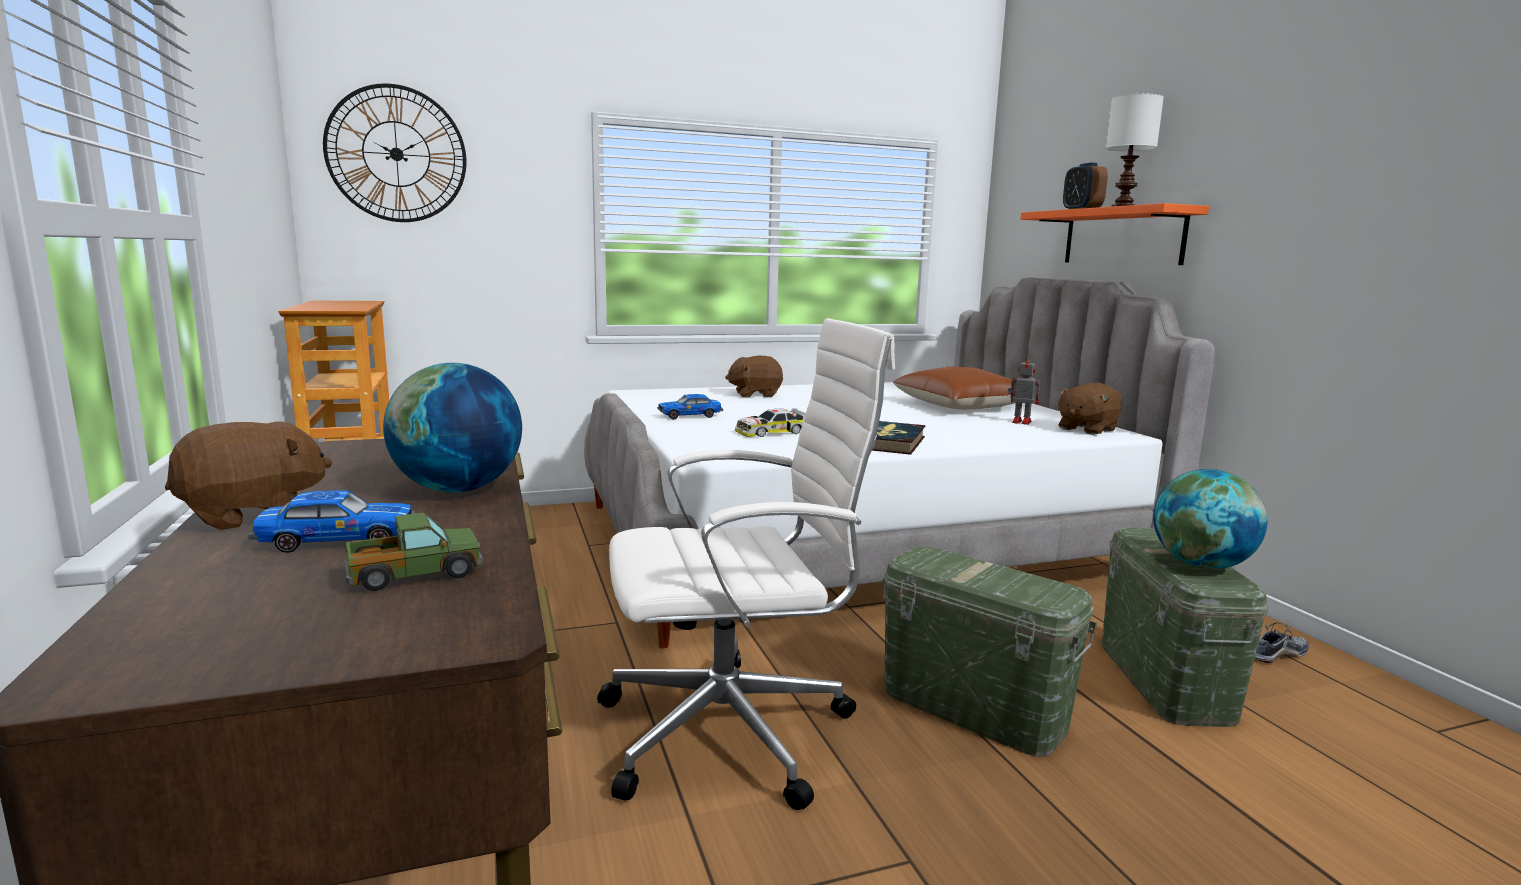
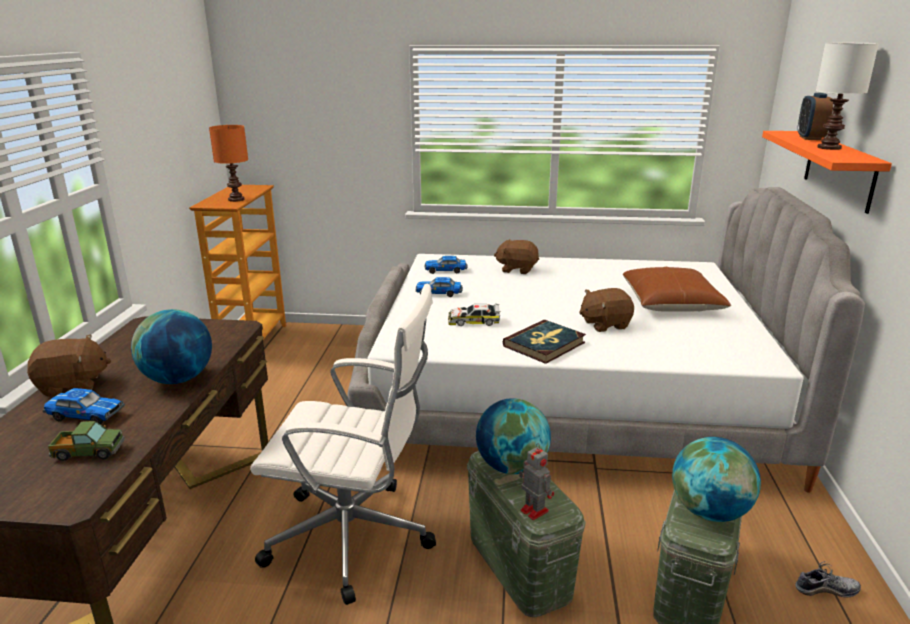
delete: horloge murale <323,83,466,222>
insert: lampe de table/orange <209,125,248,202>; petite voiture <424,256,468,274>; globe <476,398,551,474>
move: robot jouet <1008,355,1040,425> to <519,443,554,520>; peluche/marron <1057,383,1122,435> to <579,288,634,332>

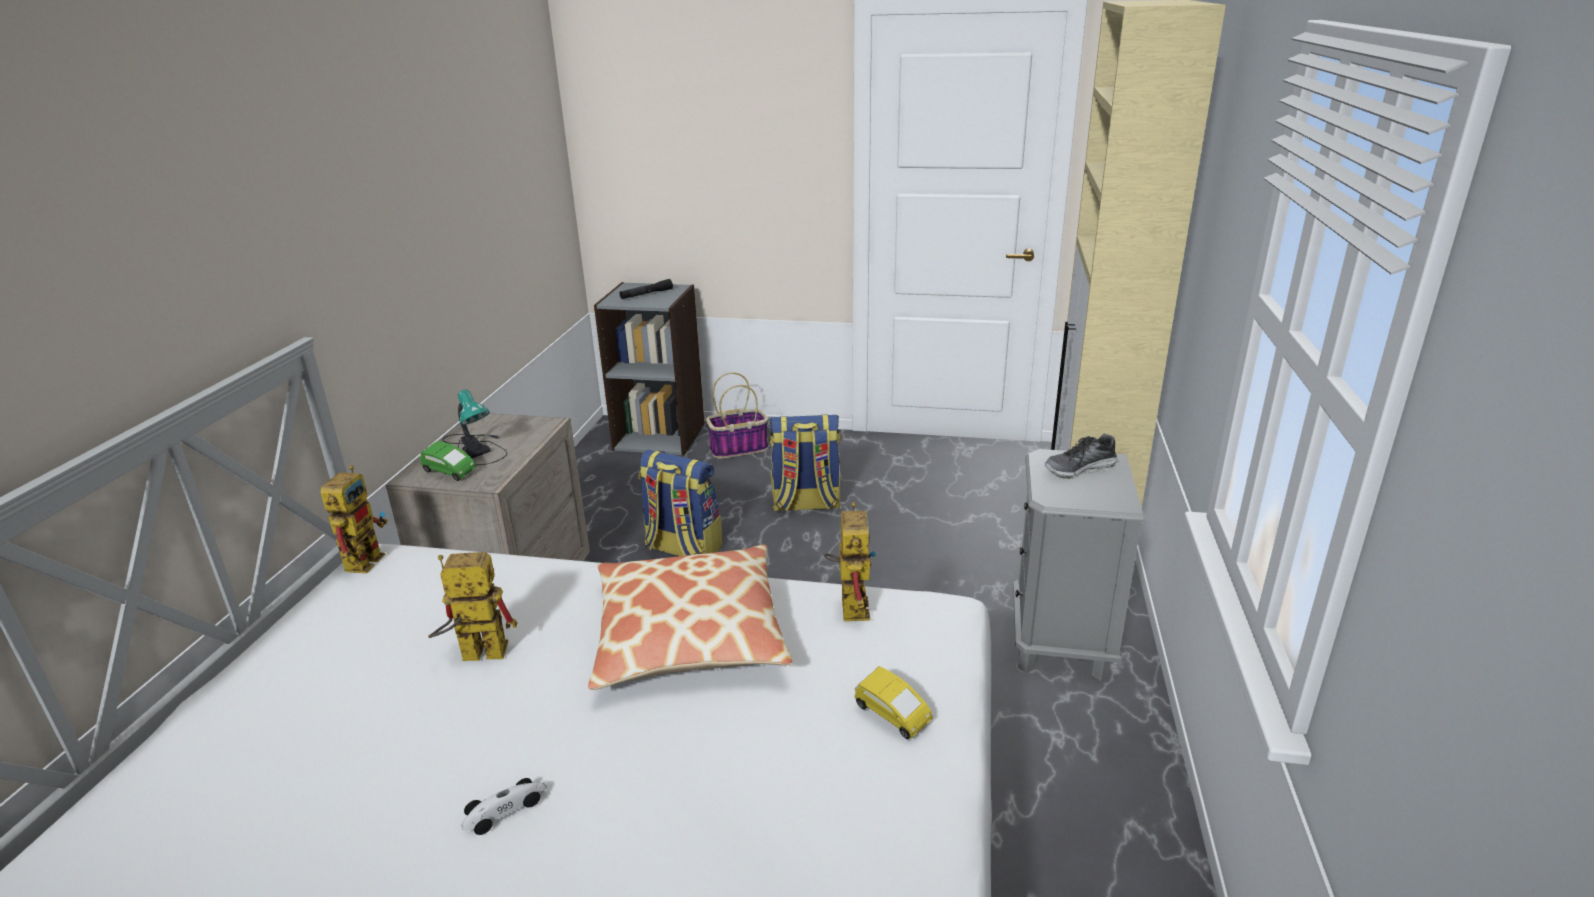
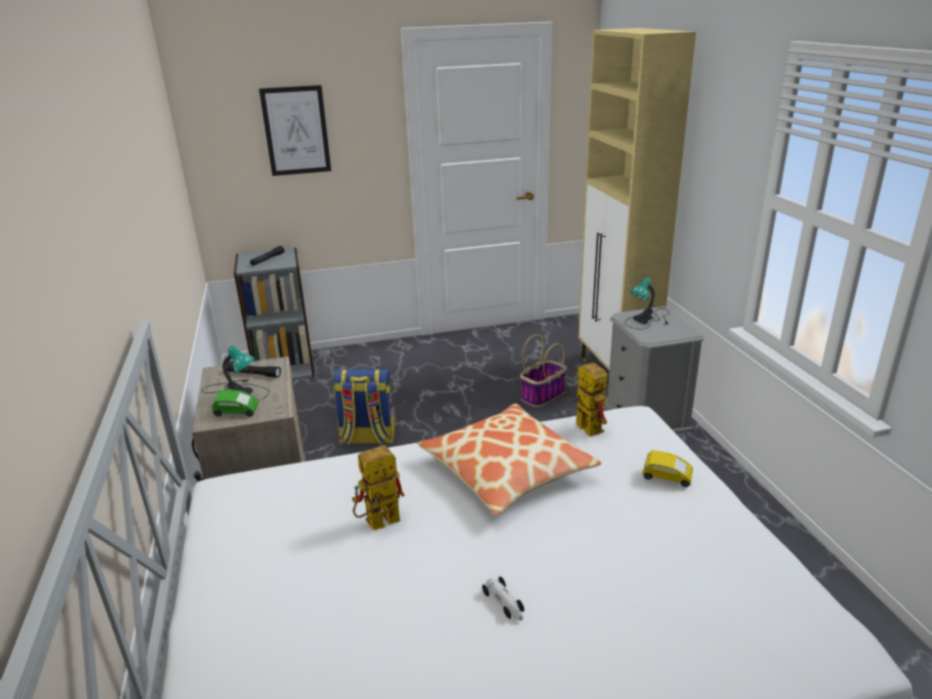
delete: robot jouet <321,465,387,573>; sac à dos <769,414,841,511>
insert: lampe de poche/noir <227,363,281,378>; tableau <259,85,331,176>
move: panier <706,372,768,459> to <520,334,567,407>
replace: chaussure <1045,434,1118,479> to lampe de table <625,277,669,330>
rotate: petite voiture <461,778,547,835> = <482,576,524,621> 120 degrees clockwise

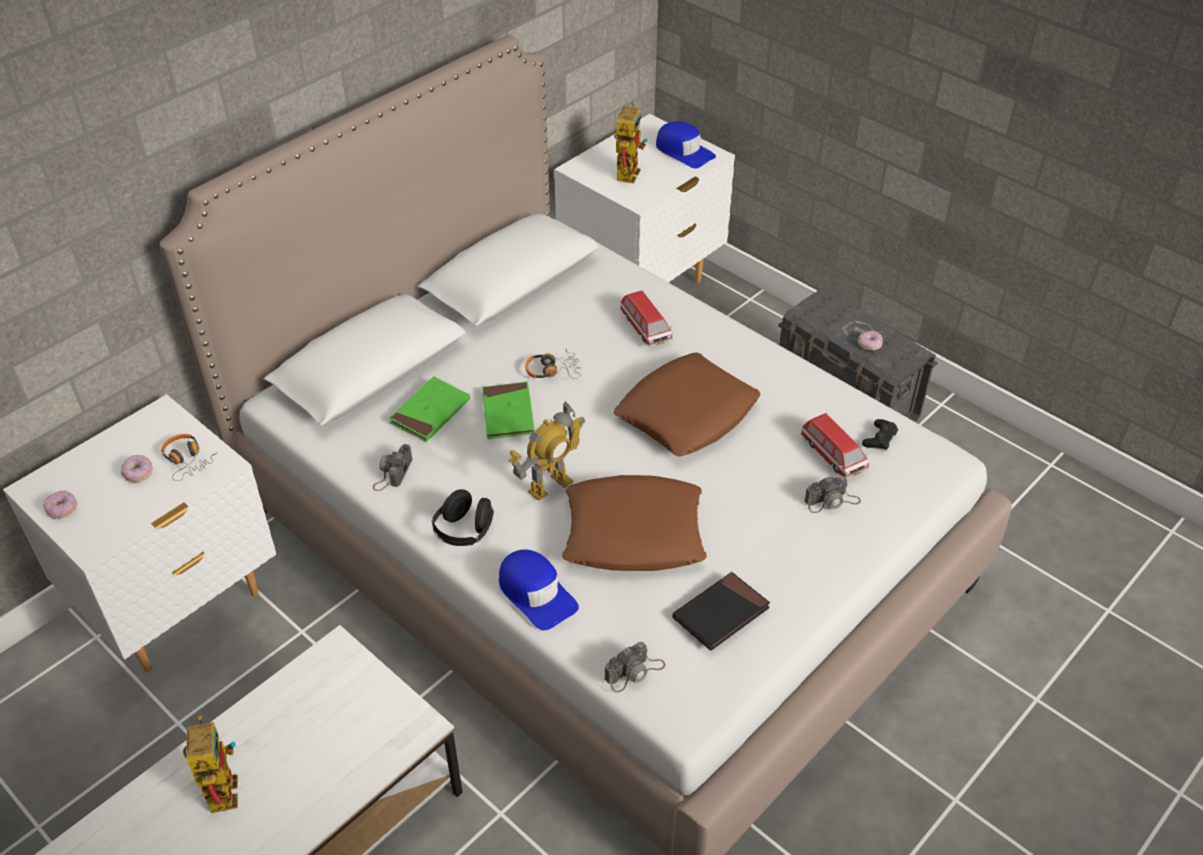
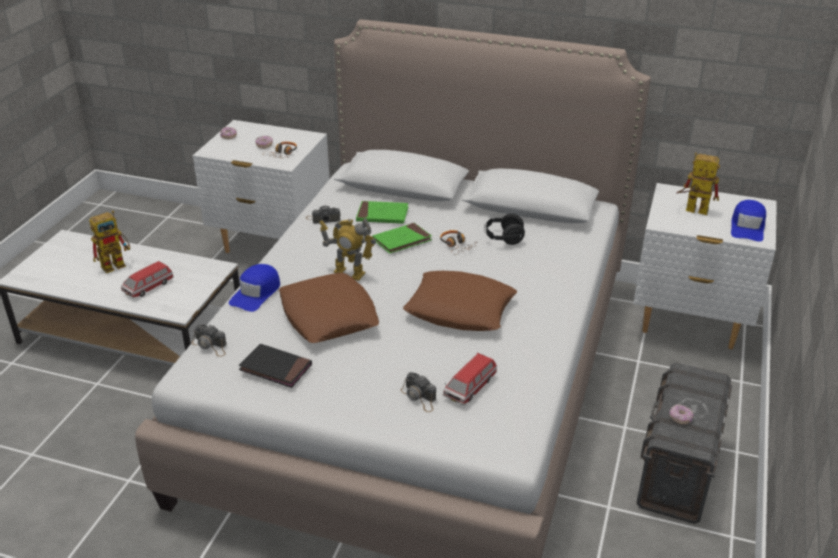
delete: manette/noir <862,419,898,451>
move: casque audio/noir <432,489,494,546> to <484,213,525,245>; petite voiture <620,290,673,347> to <121,261,174,298>
rotate: robot jouet <614,101,648,184> = <676,152,720,215> 150 degrees counterclockwise

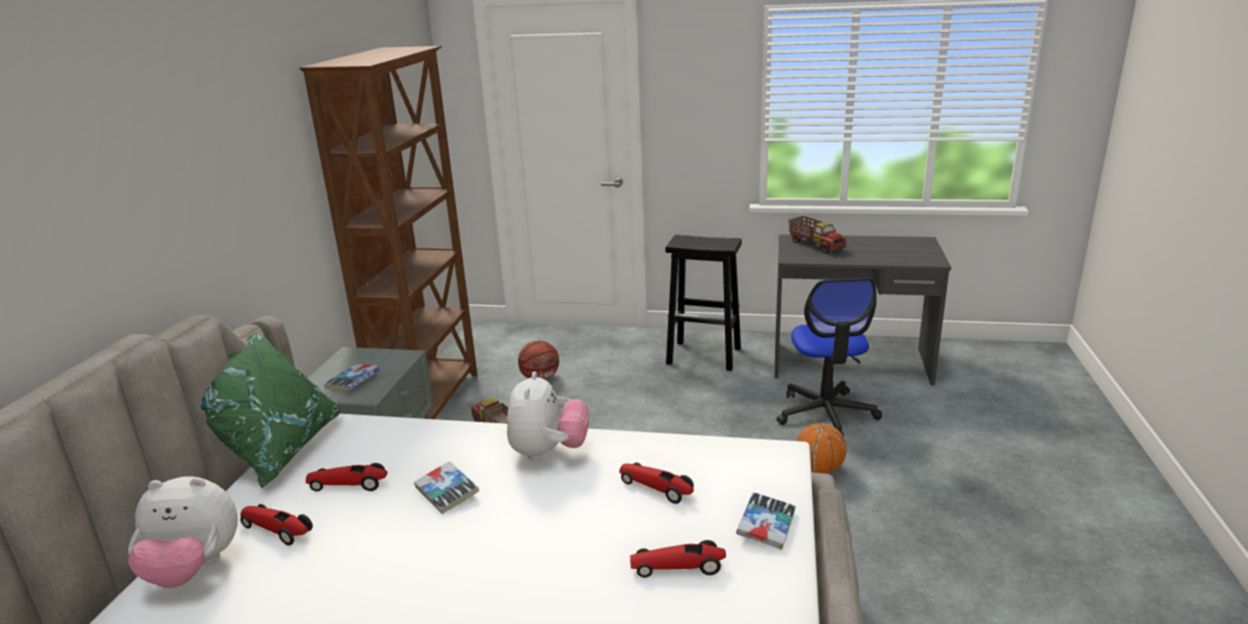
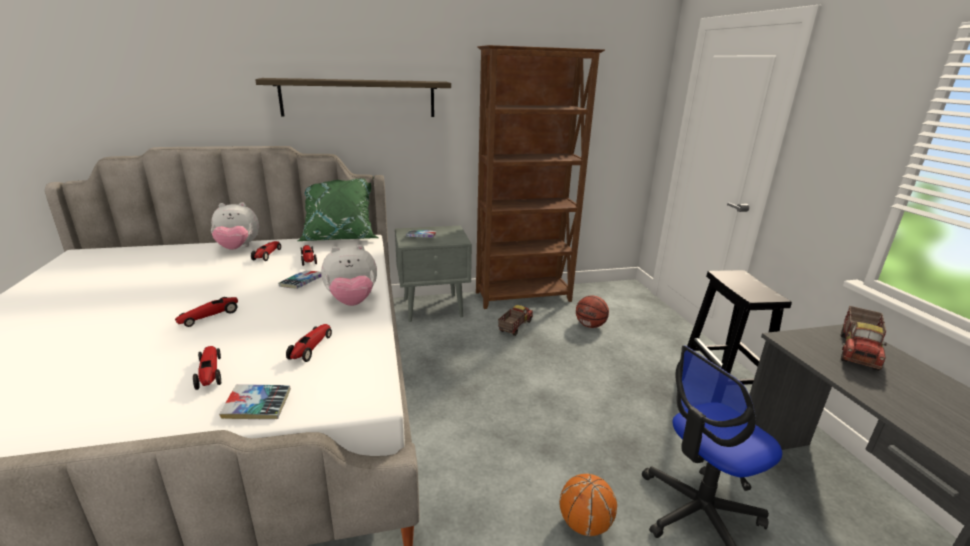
insert: petite voiture <175,297,238,327>; étagère <255,78,451,117>
rotate: peluche <128,476,238,588> = <211,202,259,250> 75 degrees counterclockwise

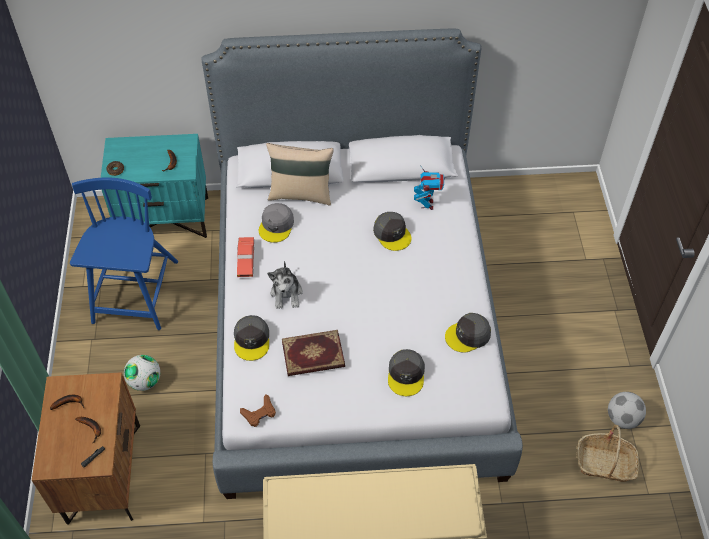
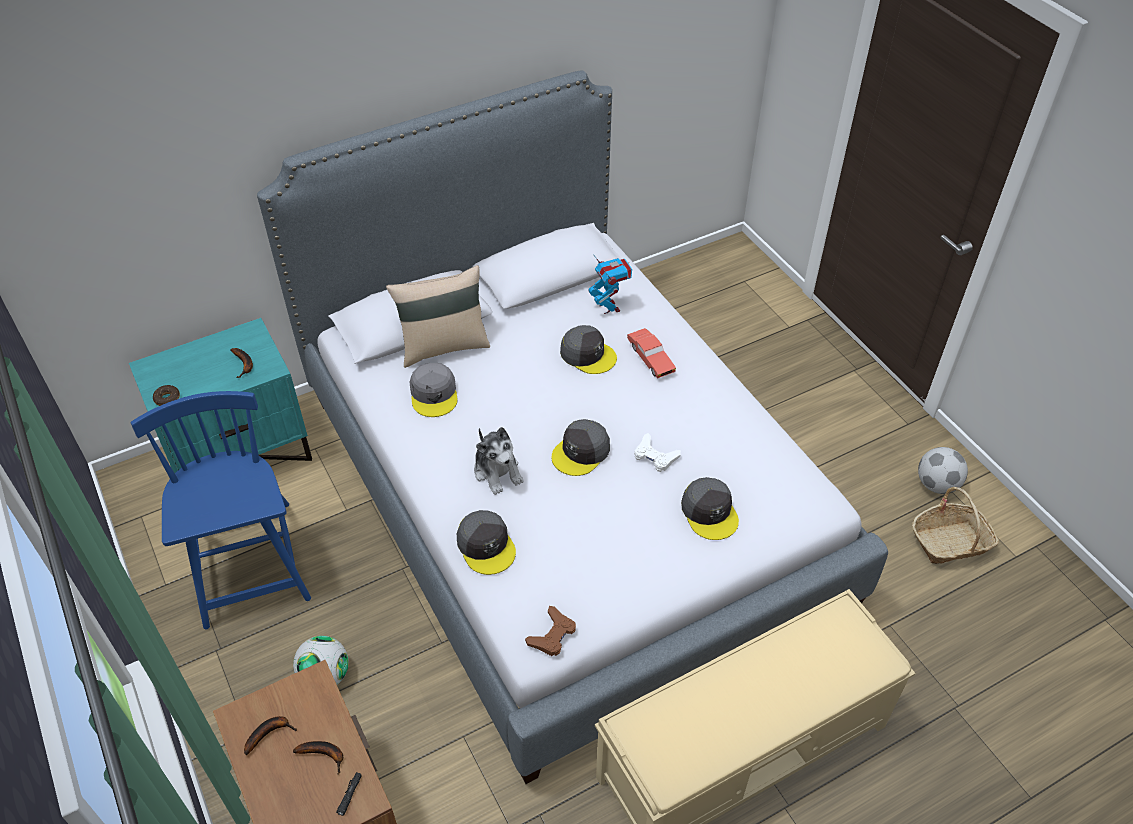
delete: livre <282,330,345,376>
insert: manette/blanc <634,433,681,472>
move: petite voiture/rouge <237,237,254,277> to <627,328,676,378>; casquette/gris <445,313,491,353> to <552,419,610,476>

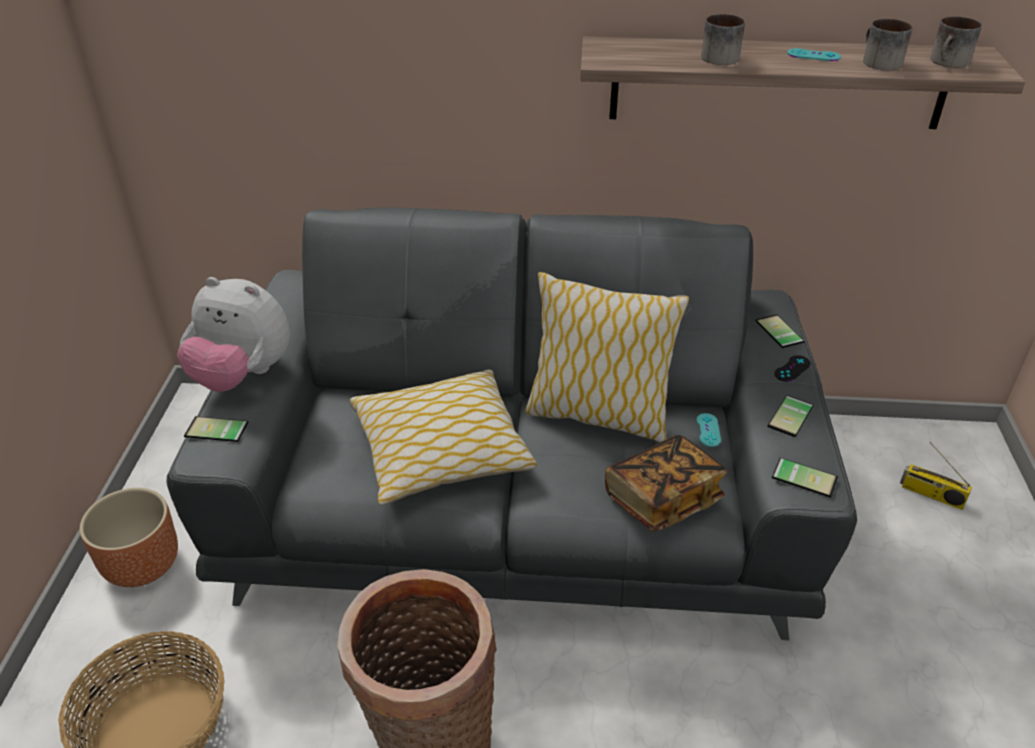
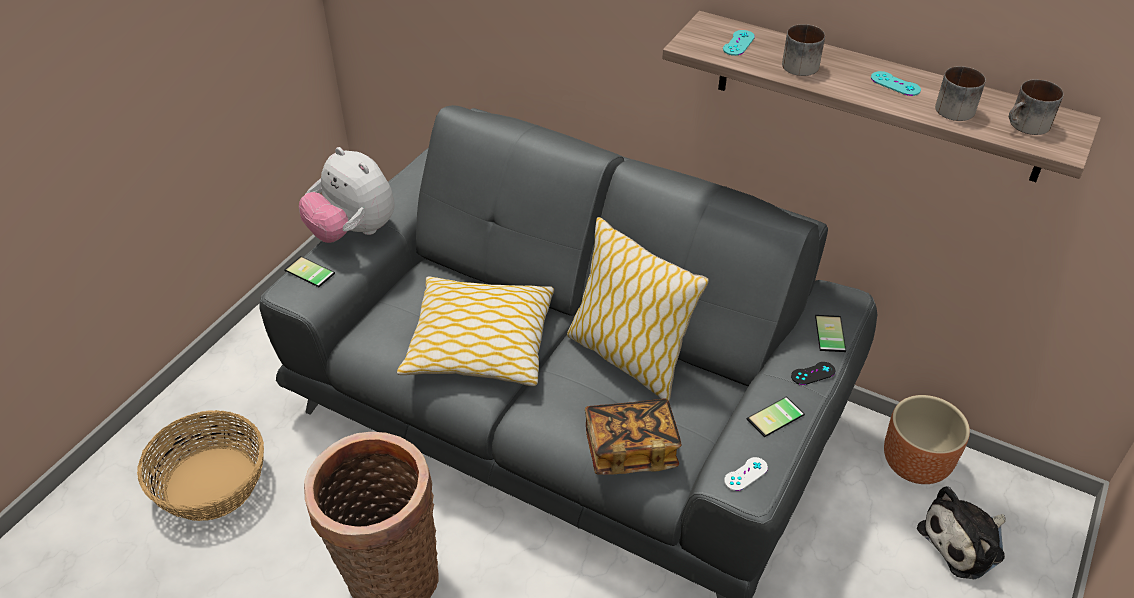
move: cache-pot/marron <80,488,178,587> to <884,395,970,484>; manette/turquoise <696,413,721,447> to <723,30,755,56>
replace: téléphone <772,458,838,498> to manette/blanc <724,457,768,491>; radio <900,442,972,510> to peluche <917,486,1006,579>

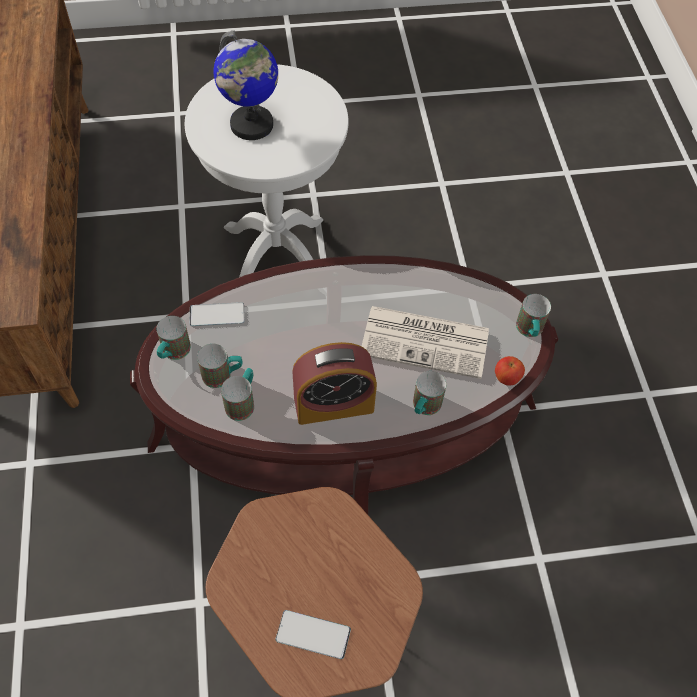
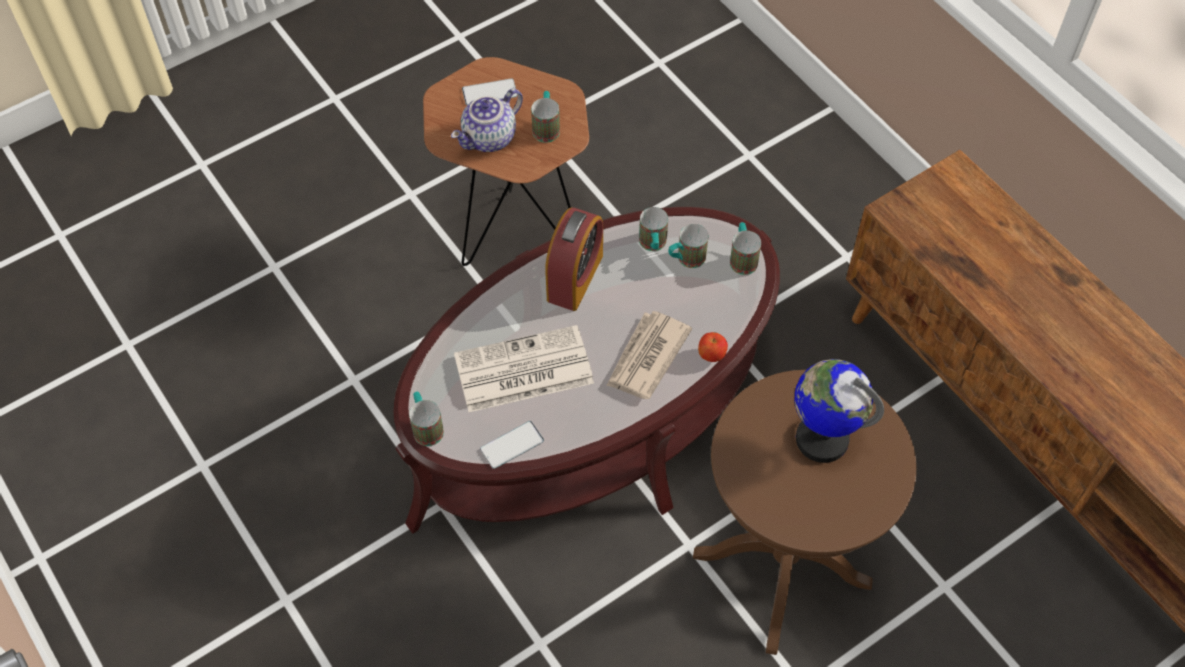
insert: théière <451,88,523,152>; journal <606,311,692,399>
move: téléphone <190,302,244,326> to <480,421,544,469>; mug <413,371,446,415> to <531,91,560,143>; pomme <495,356,525,386> to <698,332,728,362>
recolor: table d'appoint/blanc <185,64,349,277> to table d'appoint/marron <693,370,917,655>
rotate: réveil <293,342,377,425> = <545,207,603,311> 150 degrees clockwise

